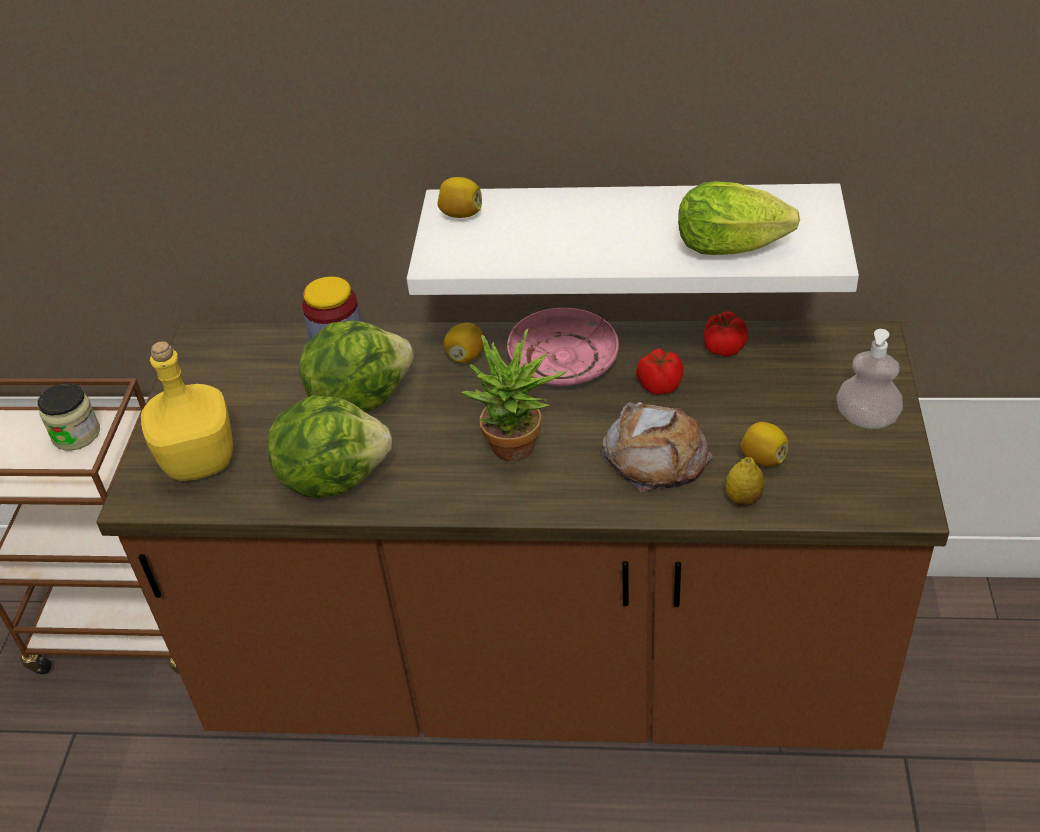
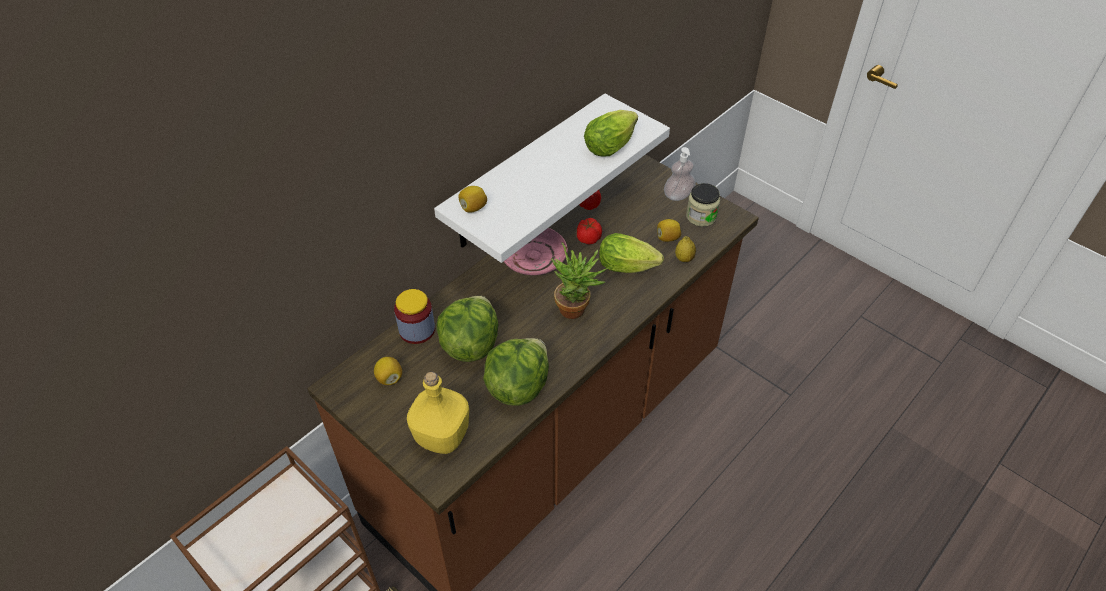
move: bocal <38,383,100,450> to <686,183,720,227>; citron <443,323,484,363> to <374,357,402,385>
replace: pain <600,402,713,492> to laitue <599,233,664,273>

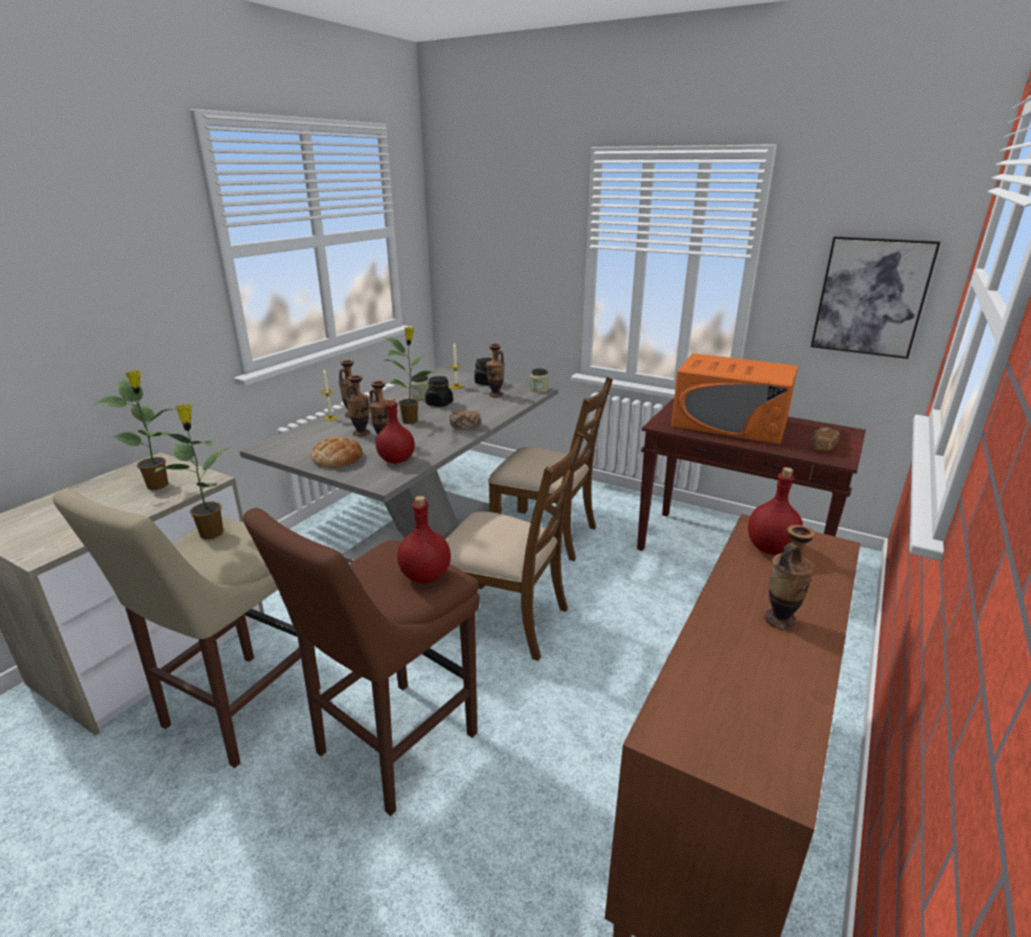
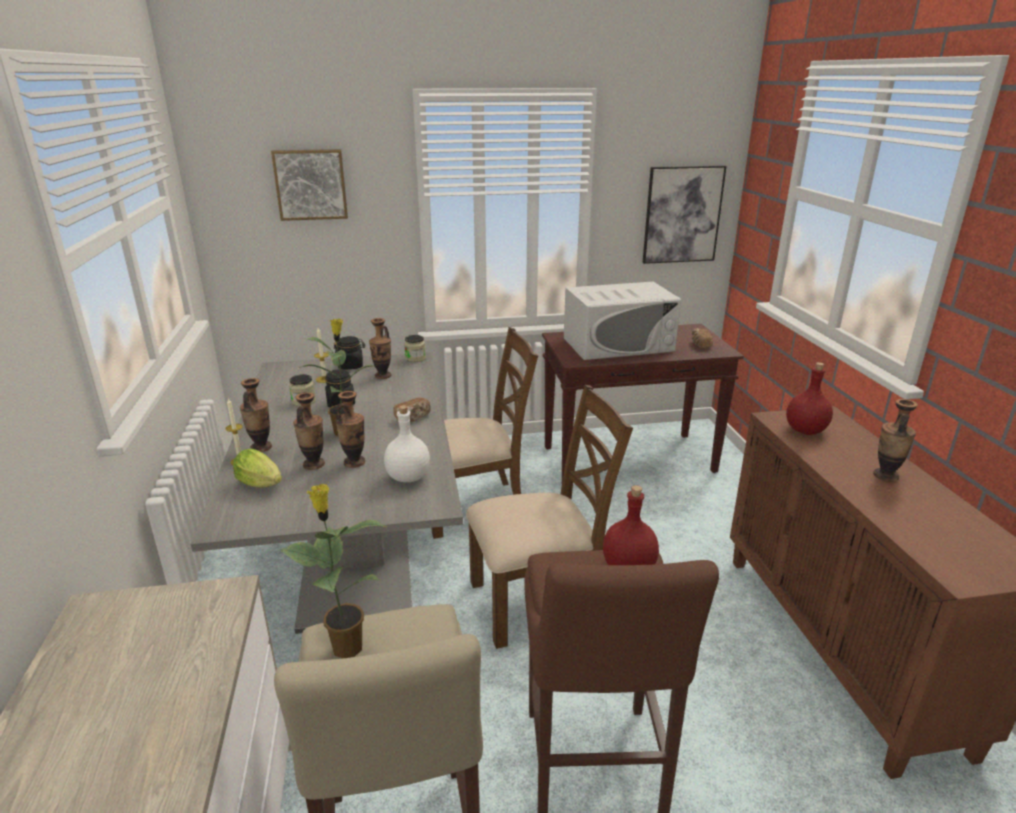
delete: plante en pot <95,370,173,490>; pain <311,437,363,467>
insert: laitue <233,448,282,488>; tableau <271,149,348,221>
recolor: bouteille/rouge <376,398,415,464> to bouteille/blanc <384,405,430,482>; micro-ondes/orange <671,353,798,445> to micro-ondes/blanc <564,282,681,360>

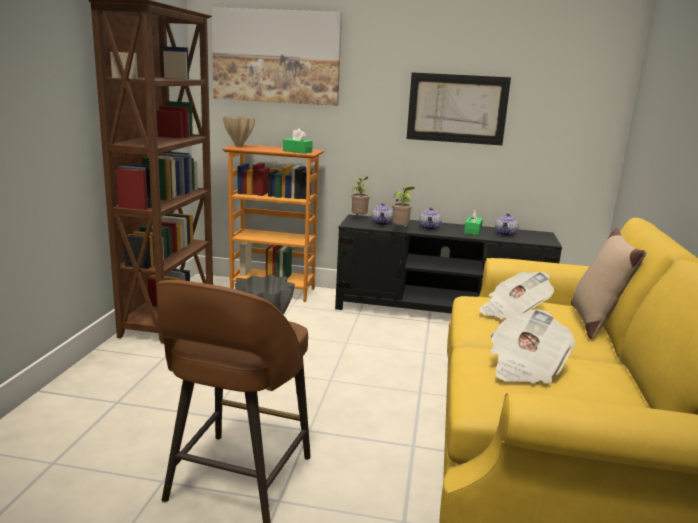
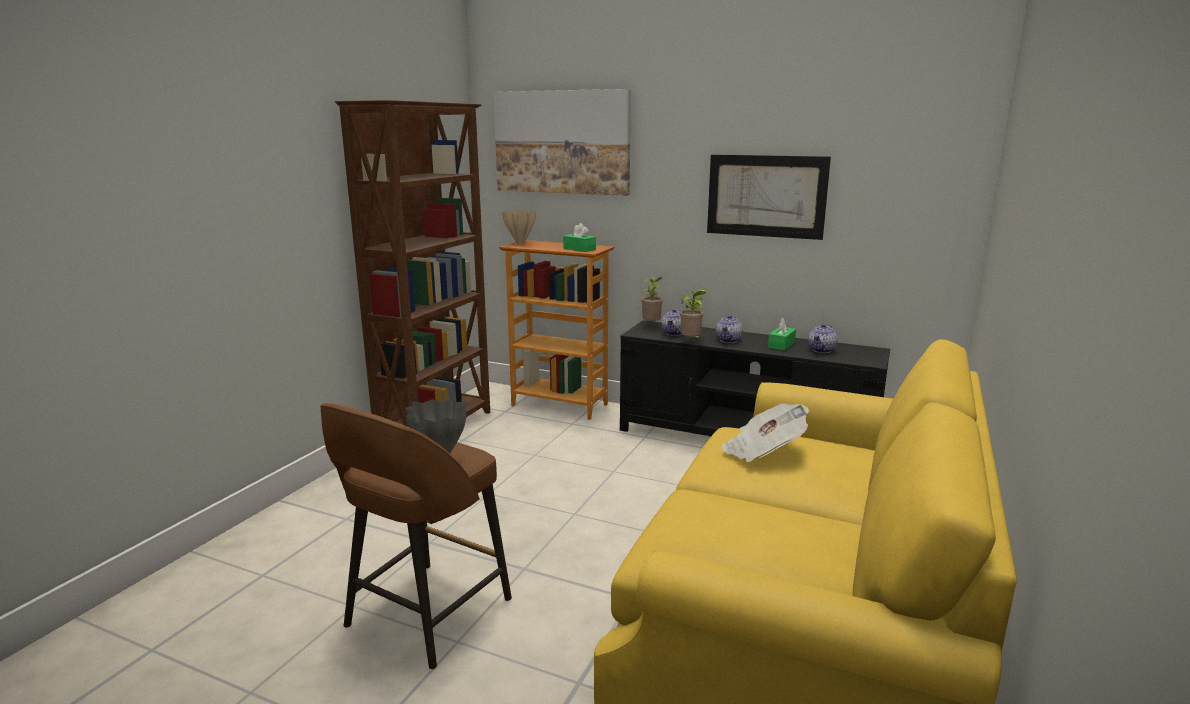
delete: journal <490,309,576,383>; coussin/beige <571,228,646,339>

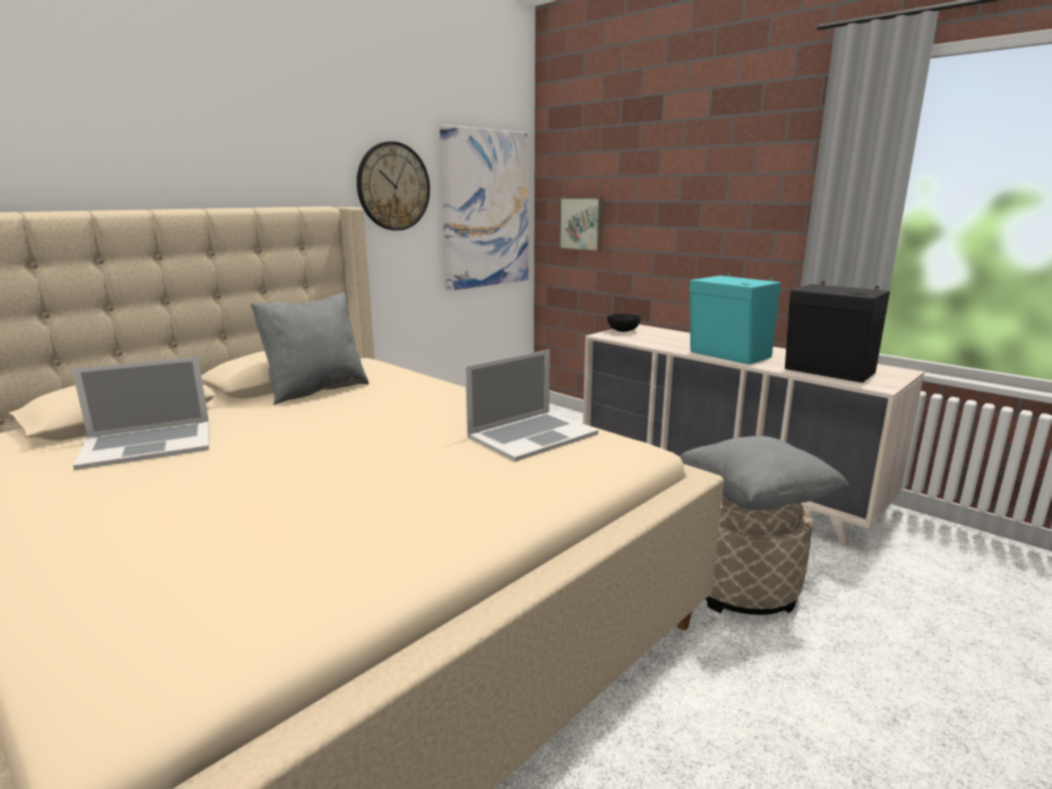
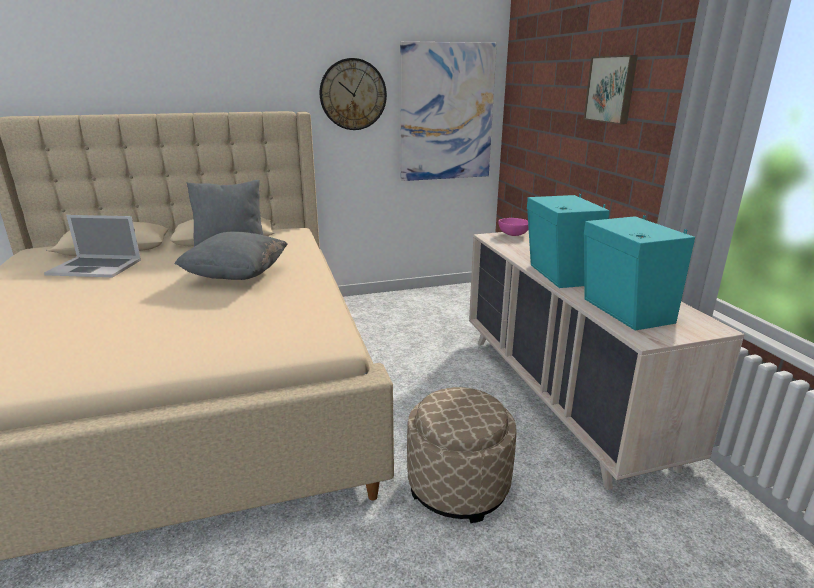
delete: ordinateur portable <465,350,598,462>
move: tableau <559,197,604,252> to <584,55,638,124>; coussin/gris <680,436,849,510> to <174,231,288,280>
recolor: bol/noir <607,314,641,332> to bol/rose <499,218,529,236>; enceinte/noir <785,281,890,383> to enceinte/turquoise <584,215,695,331>

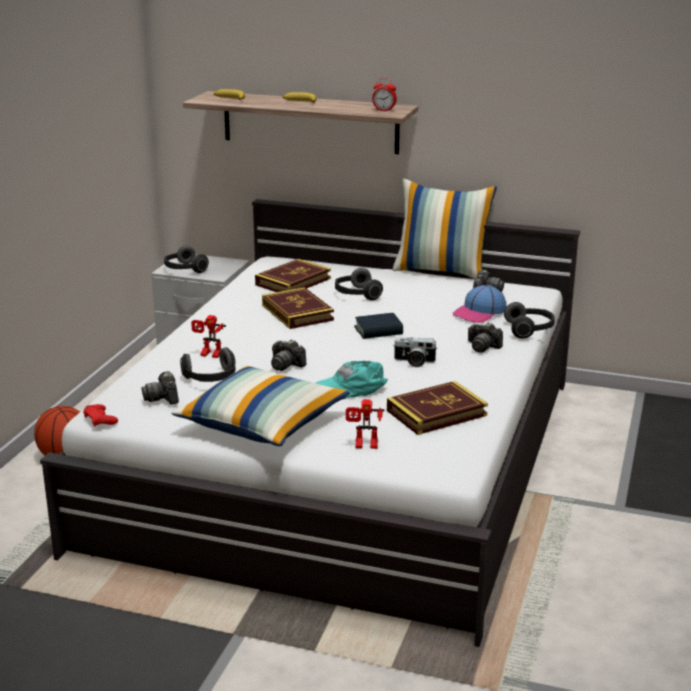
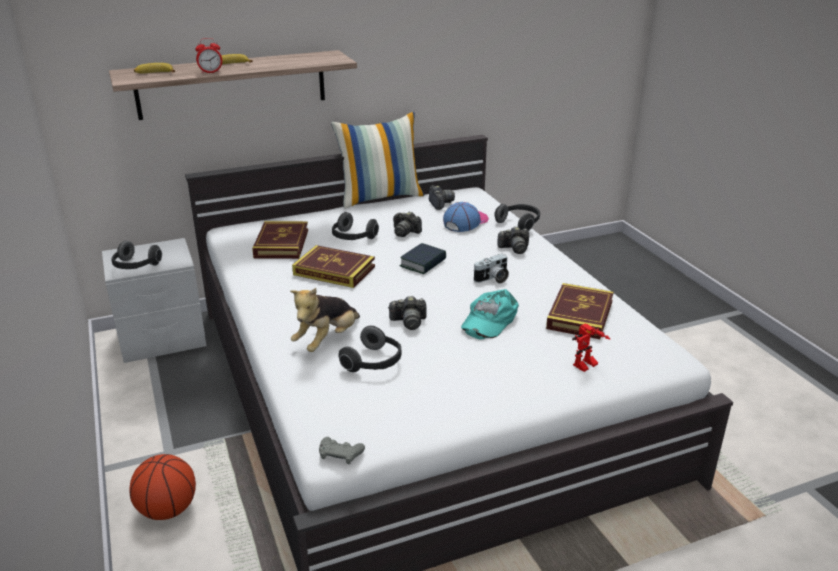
delete: coussin <171,365,350,446>
move: appareil photo <142,371,179,405> to <393,211,422,237>; réveil <372,78,397,112> to <195,38,222,74>
replace: robot jouet <191,315,226,358> to peluche <290,288,360,352>
recolor: manette/rouge <83,404,118,427> to manette/gris <319,437,365,464>
rotate: casquette <453,285,507,323> = <443,202,489,232> 150 degrees counterclockwise

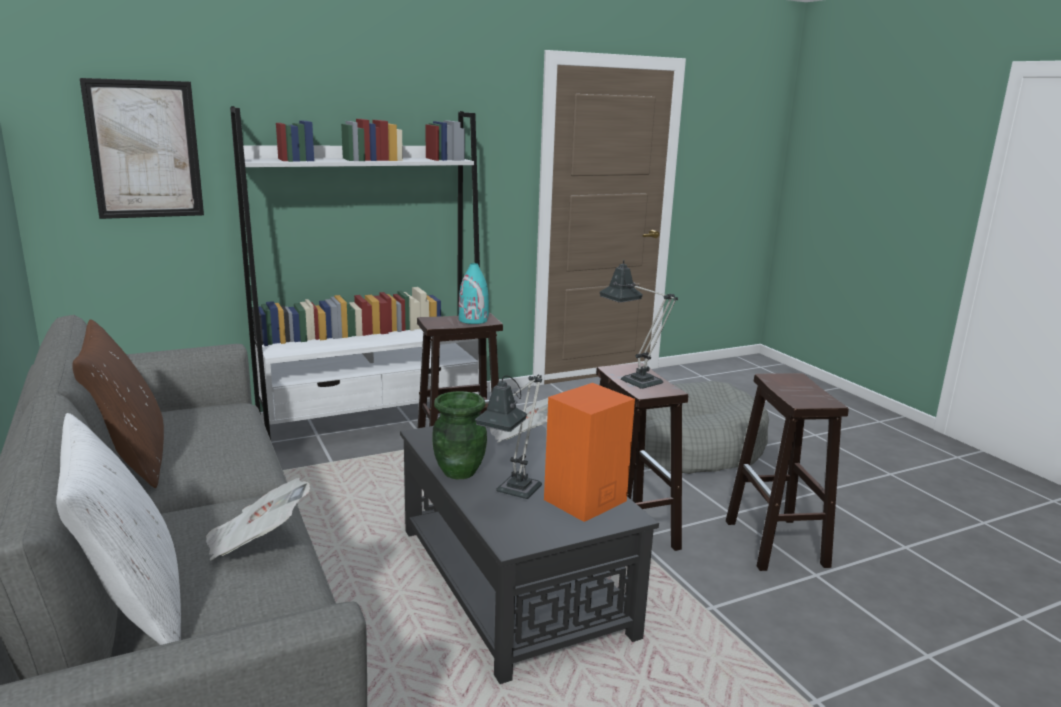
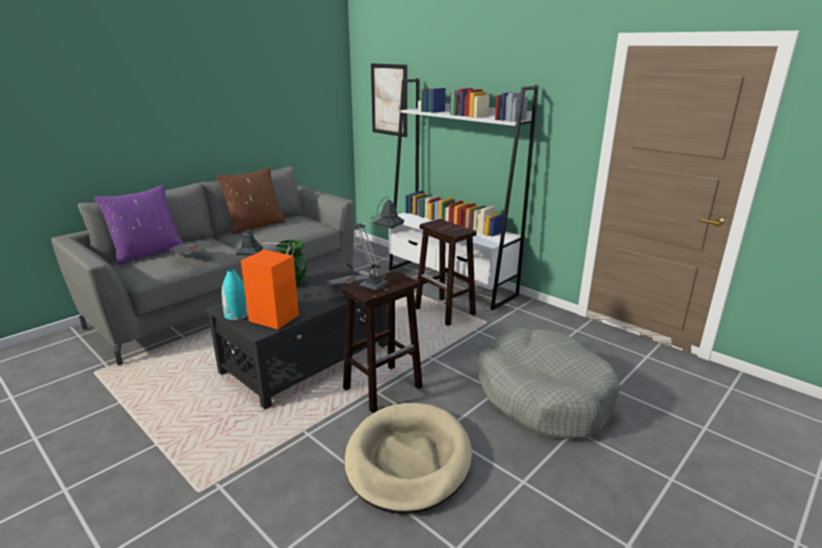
move: vase/turquoise <459,263,489,324> to <221,269,248,320>
replace: tabouret/marron <726,373,849,571> to panier pour chien/beige <345,403,472,514>
recolor: coussin/blanc <56,413,181,645> to coussin/violet <94,185,184,265>

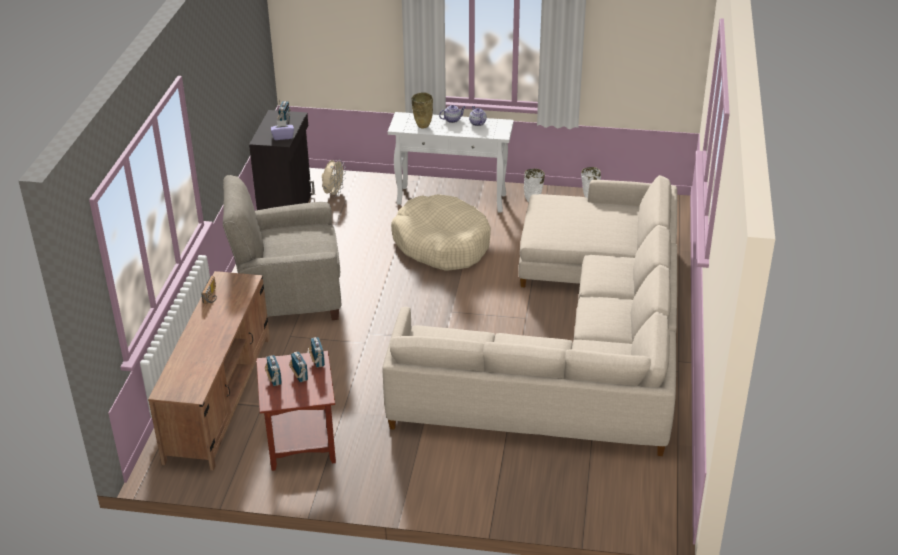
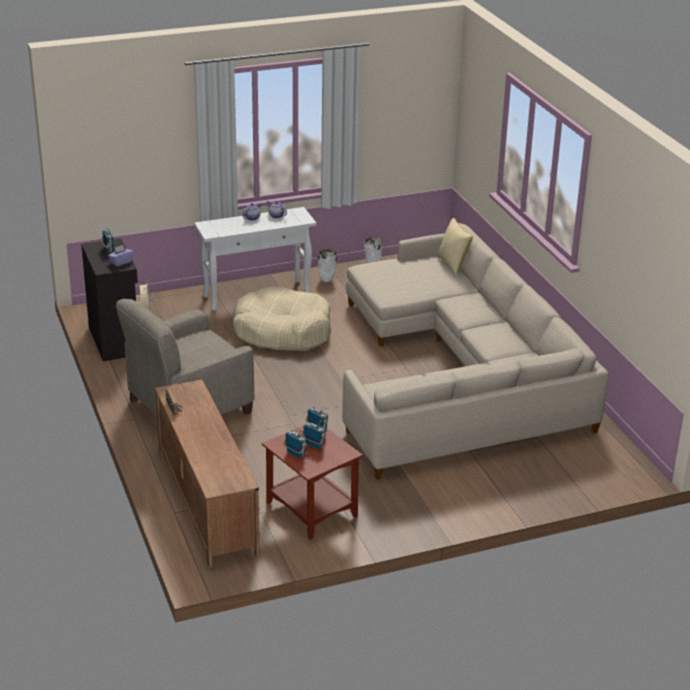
delete: vase/beige <411,92,433,129>
insert: coussin <437,218,473,276>

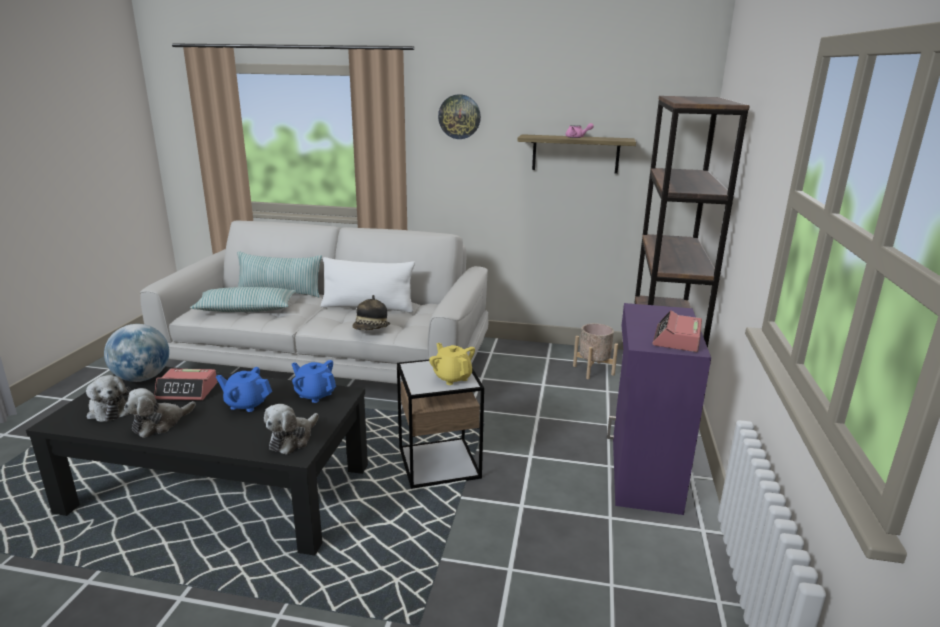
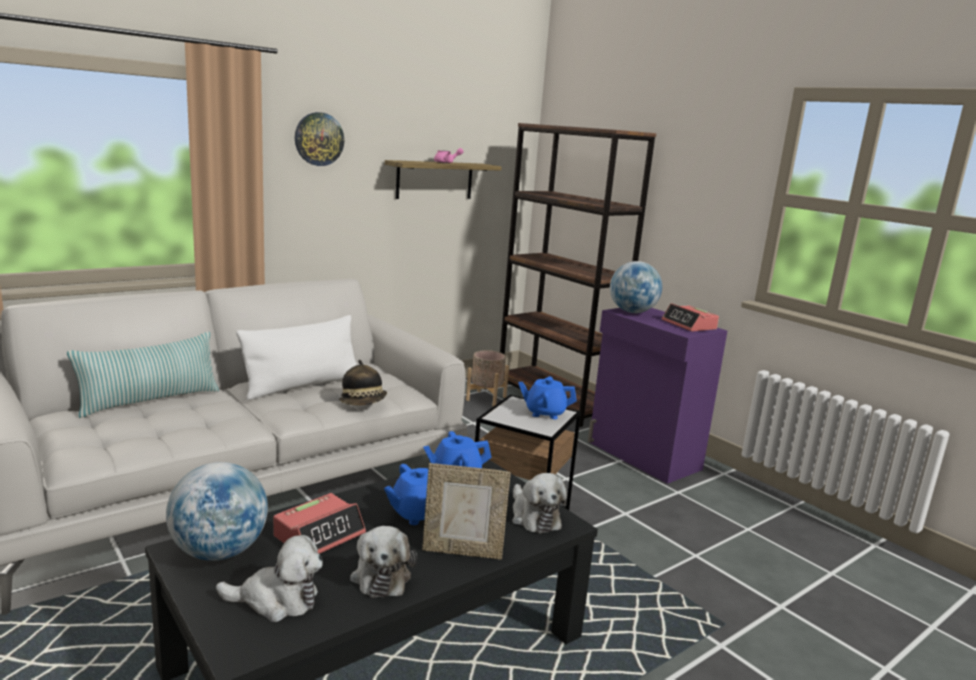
delete: coussin <190,287,296,312>
insert: cadre photo <422,463,511,560>; globe <610,261,662,313>
recolor: théière/jaune <429,343,475,385> to théière/bleu <518,376,577,419>

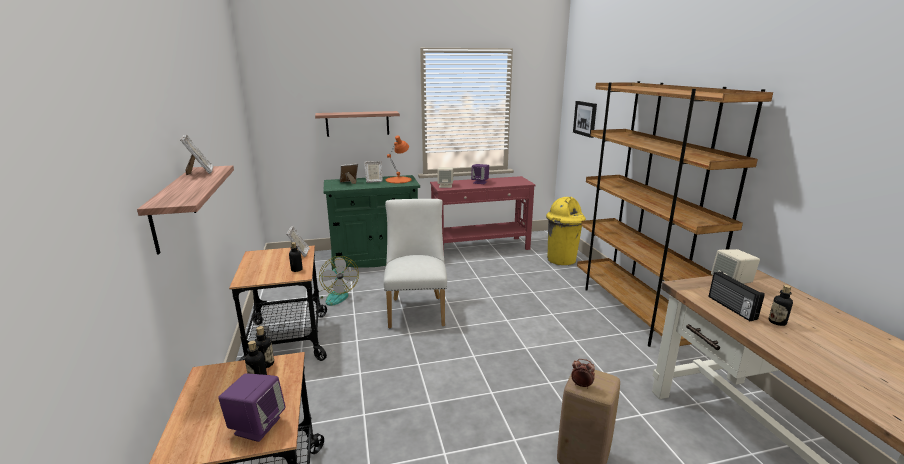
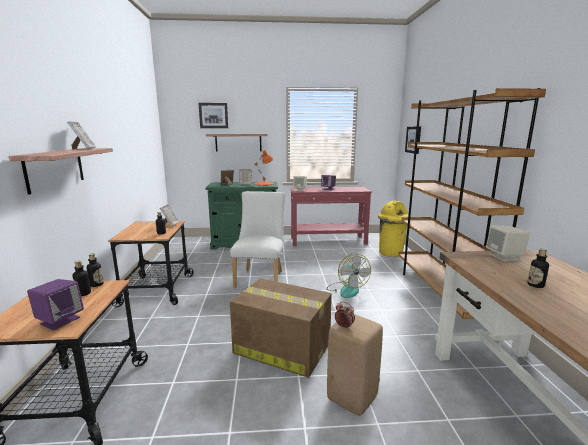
delete: radio <709,272,765,321>
insert: tableau <199,103,228,128>; carton <230,278,332,378>
move: ventilateur <319,256,359,306> to <326,254,371,298>

